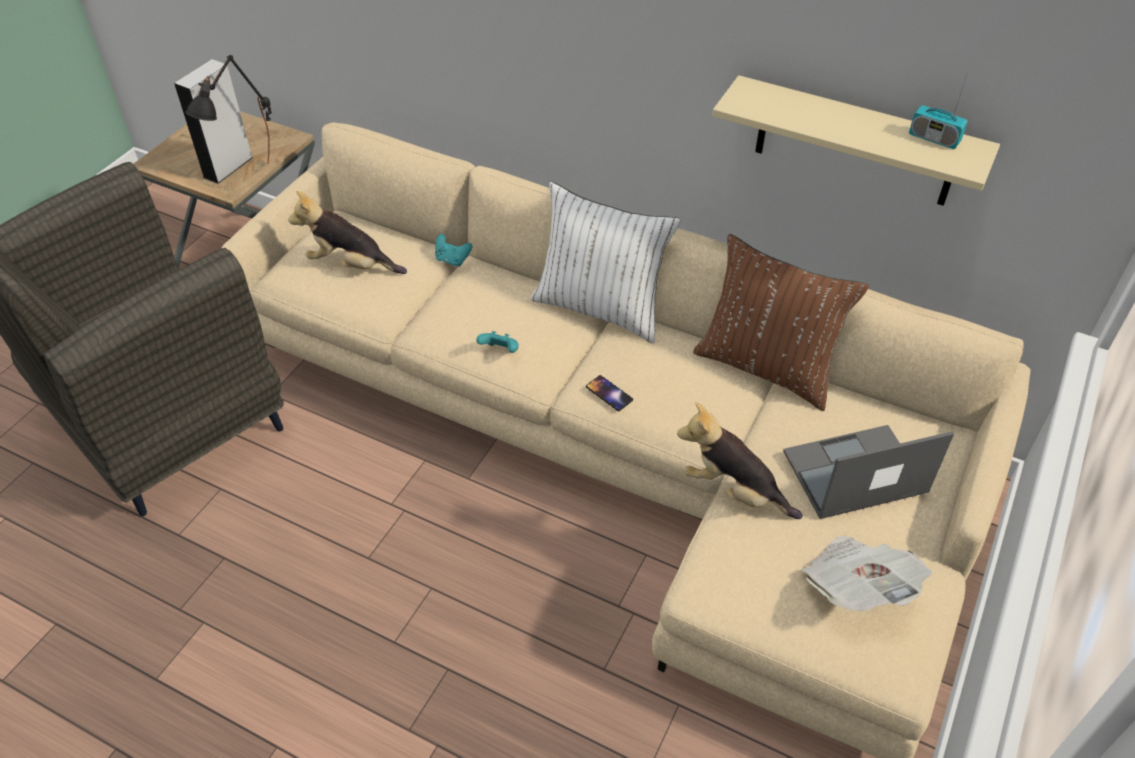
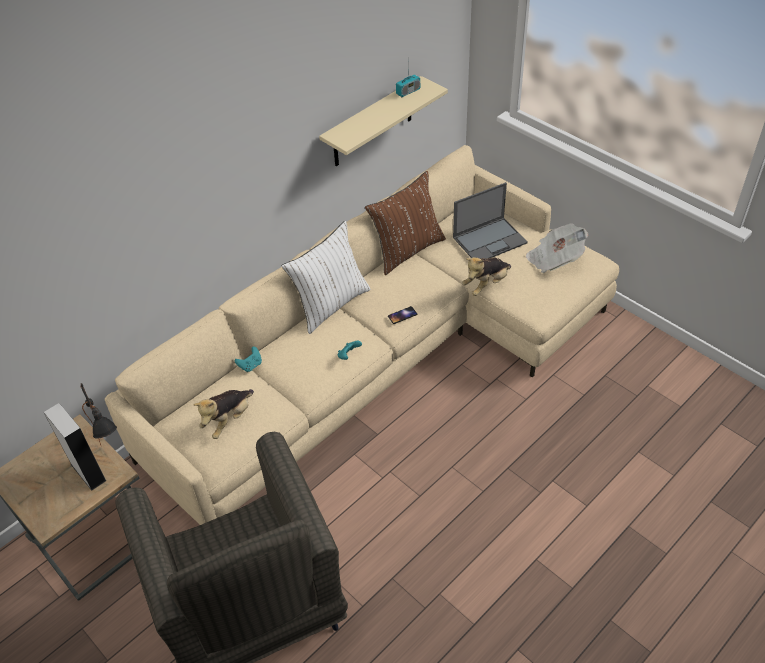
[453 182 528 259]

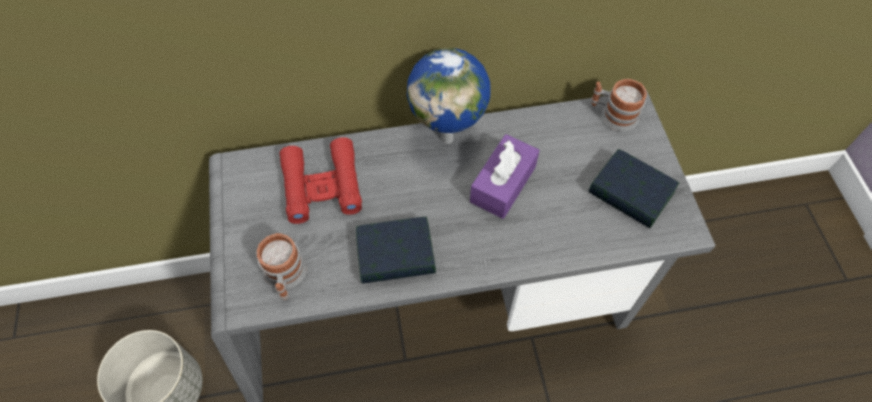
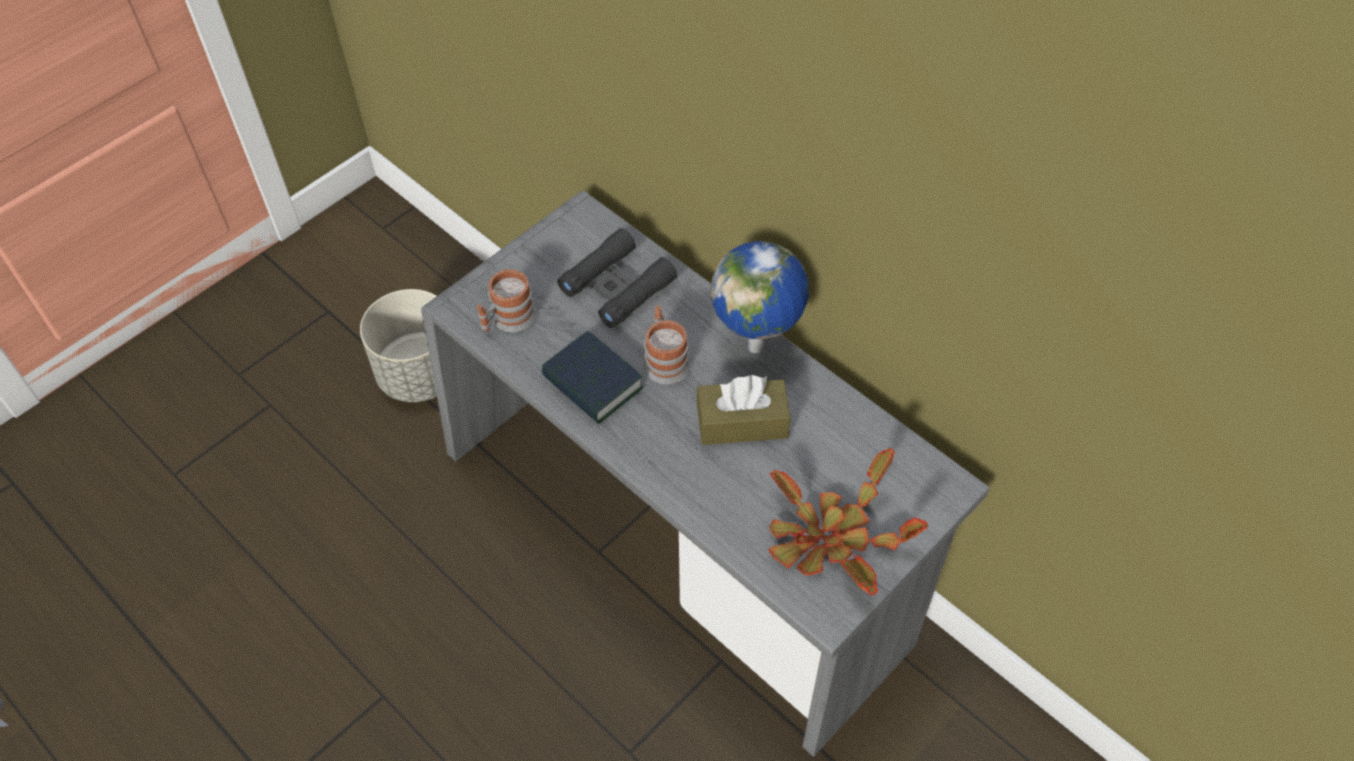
[557 228 677 328]
[697 375 791 445]
[768 448 928 595]
[644 306 690 384]

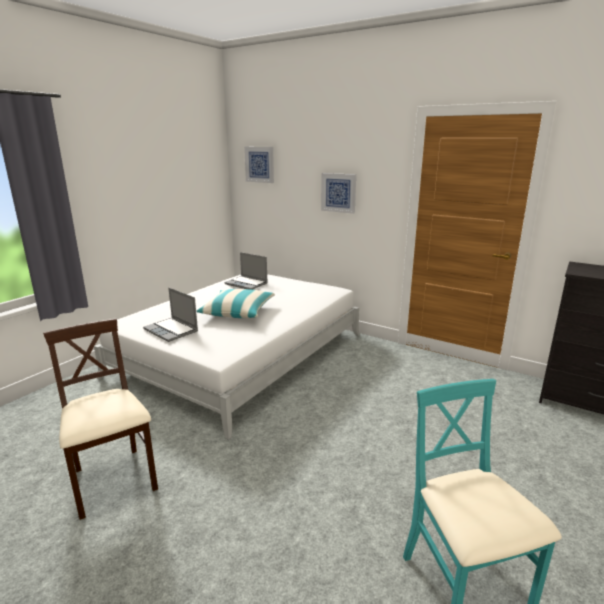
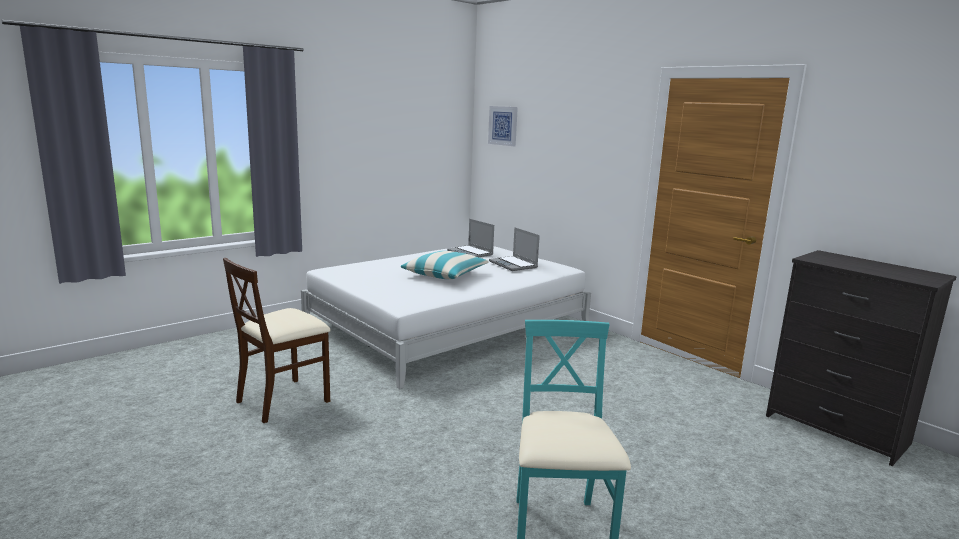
[223 258 331 423]
[489 227 540 271]
[321 173 356 214] (first image)

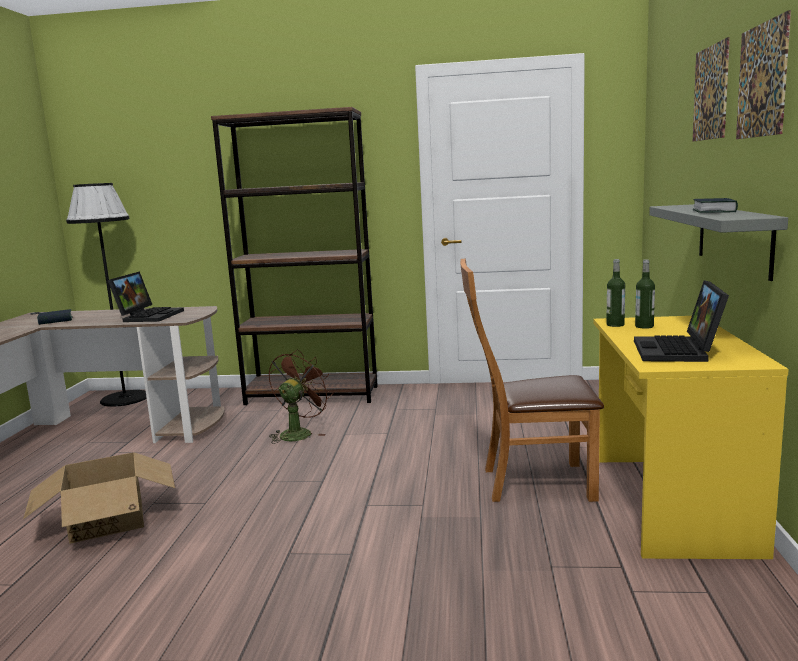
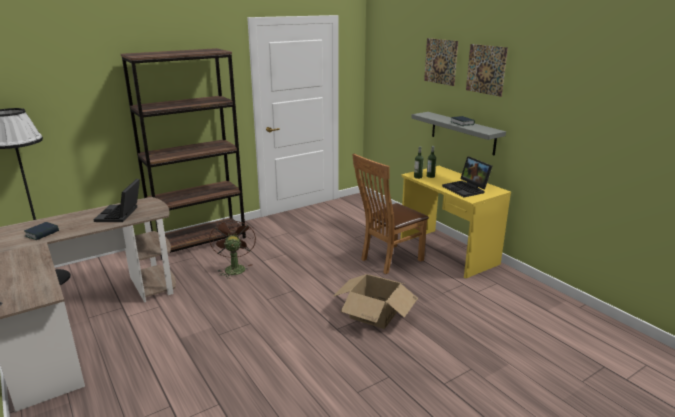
[332 274 418 329]
[94 179 140 222]

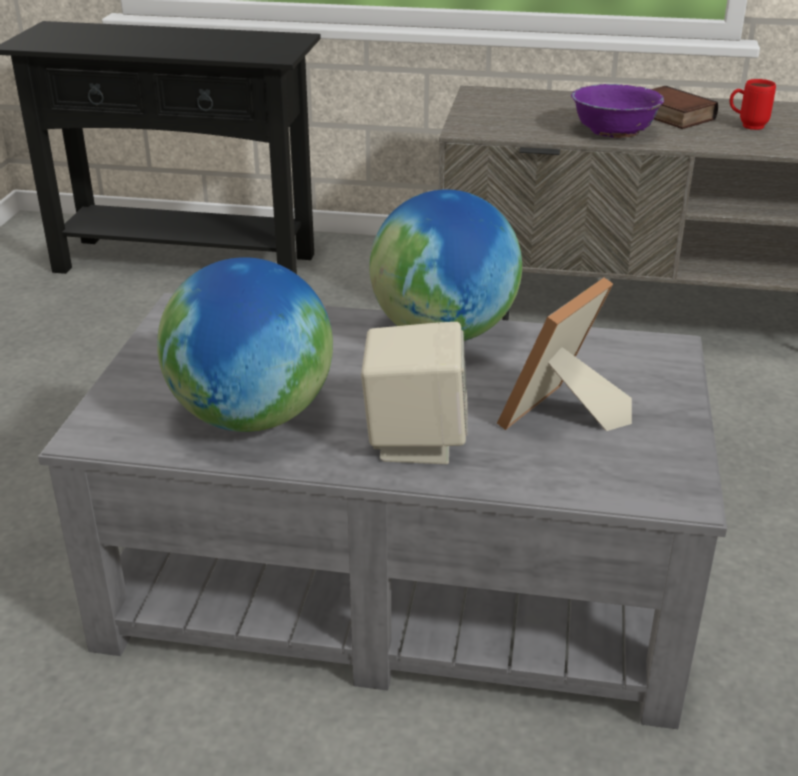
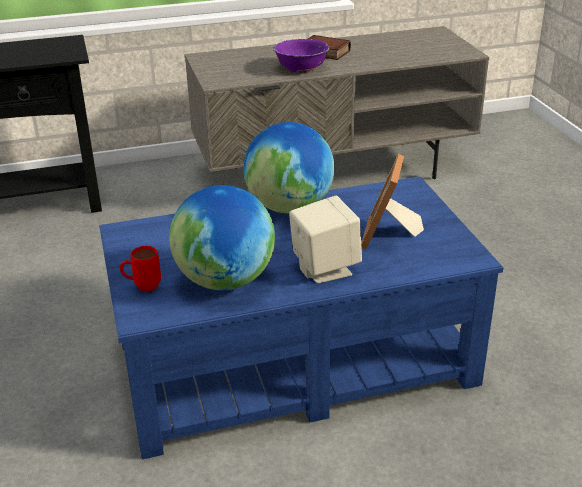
[99 176 504 459]
[120 246 161 292]

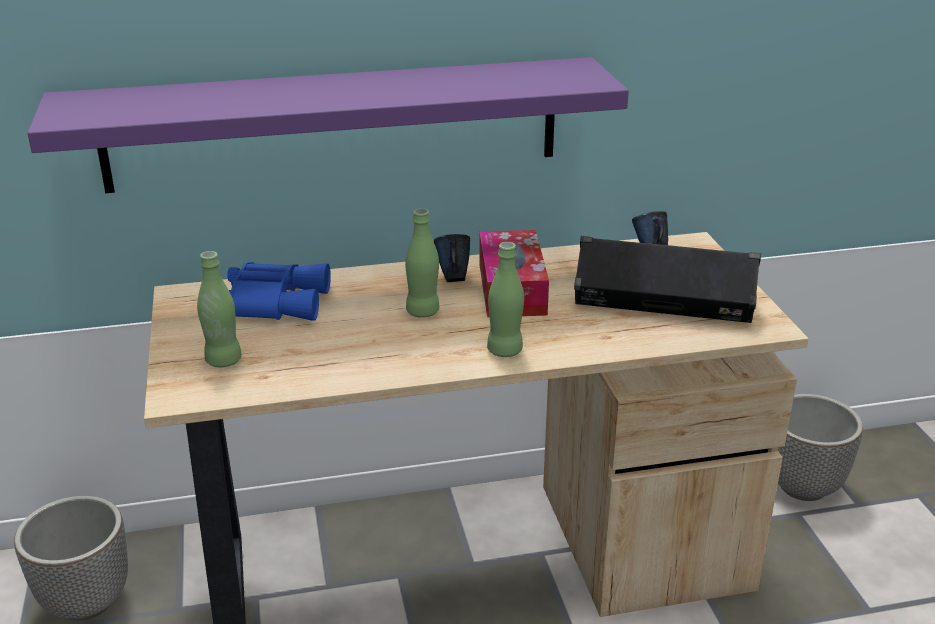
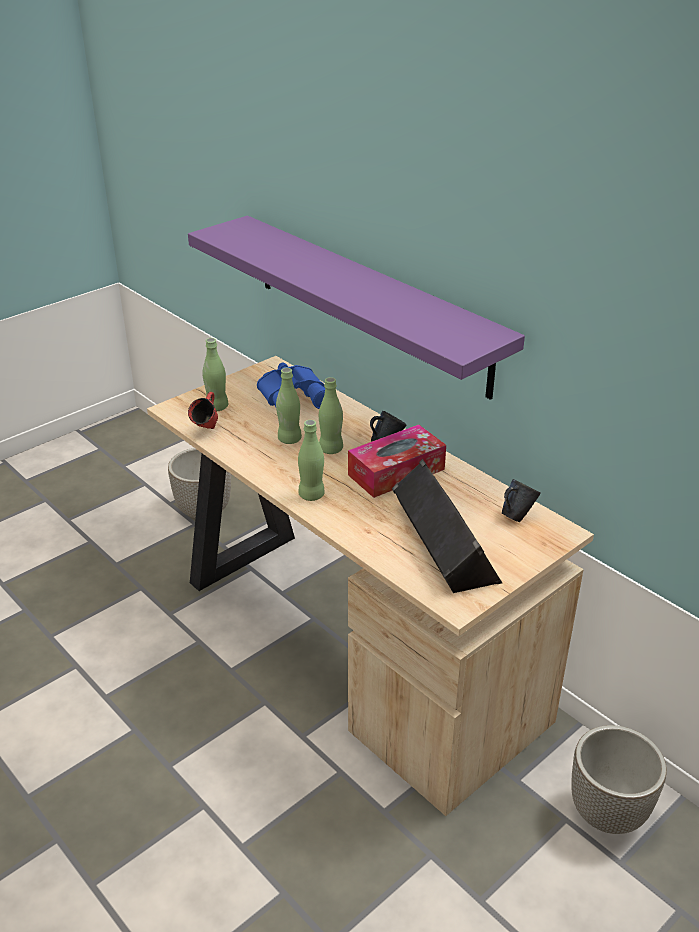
[188 392 218 429]
[276 368 302 444]

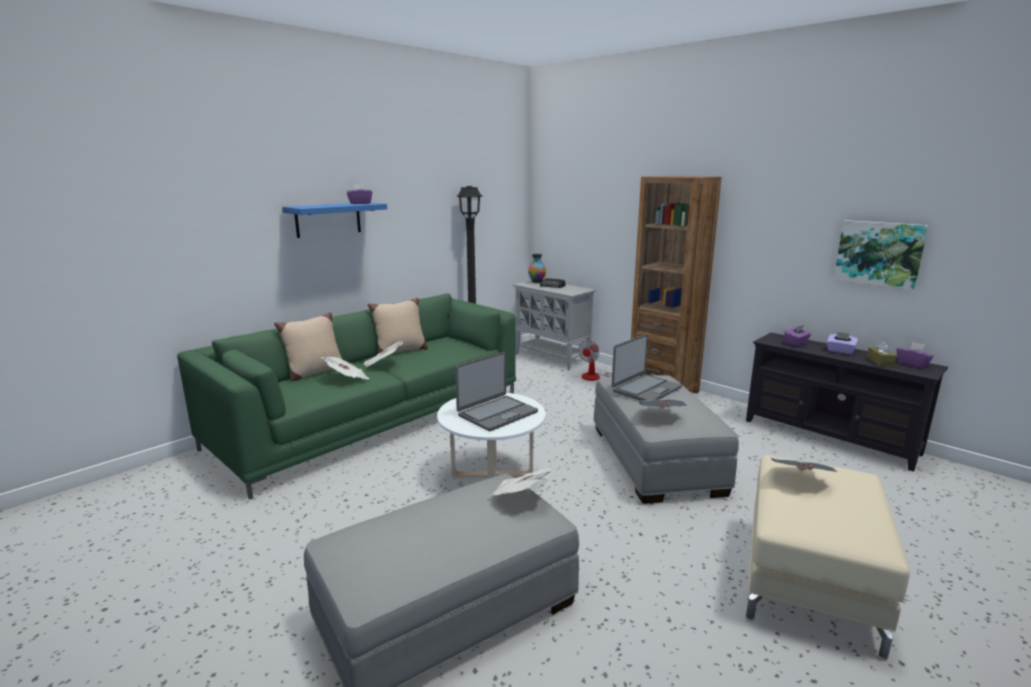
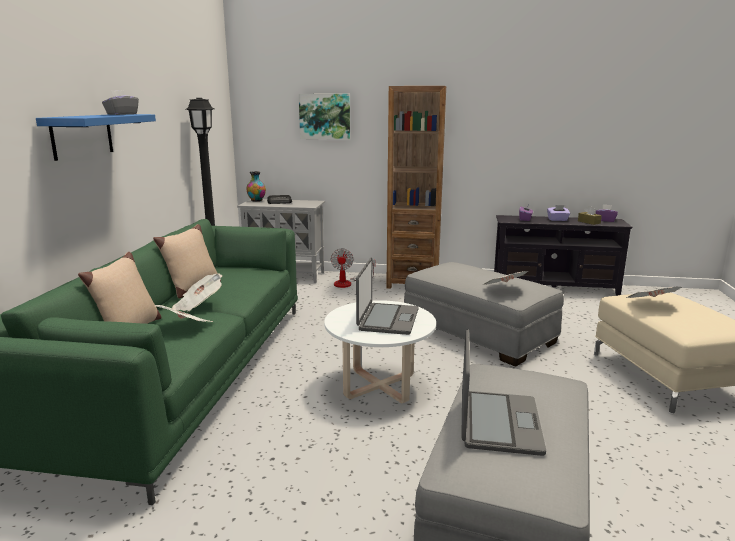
[102 90 139 115]
[490 467 553 496] (first image)
[461 329 546 456]
[299 94 350 140]

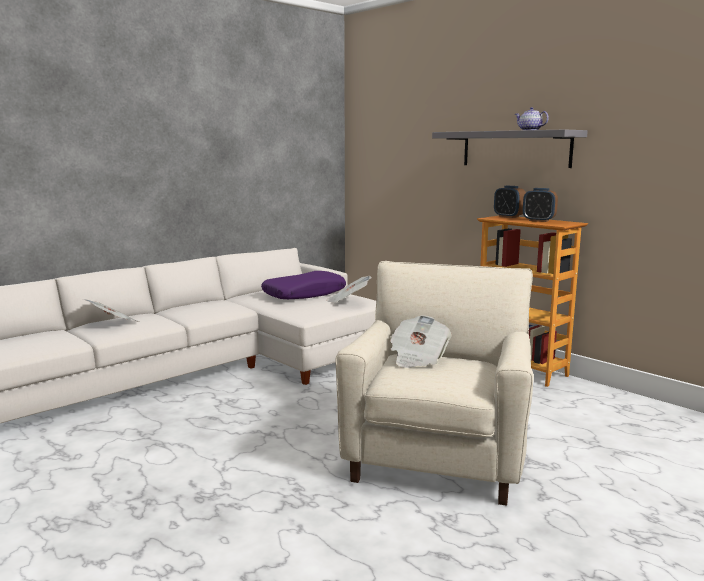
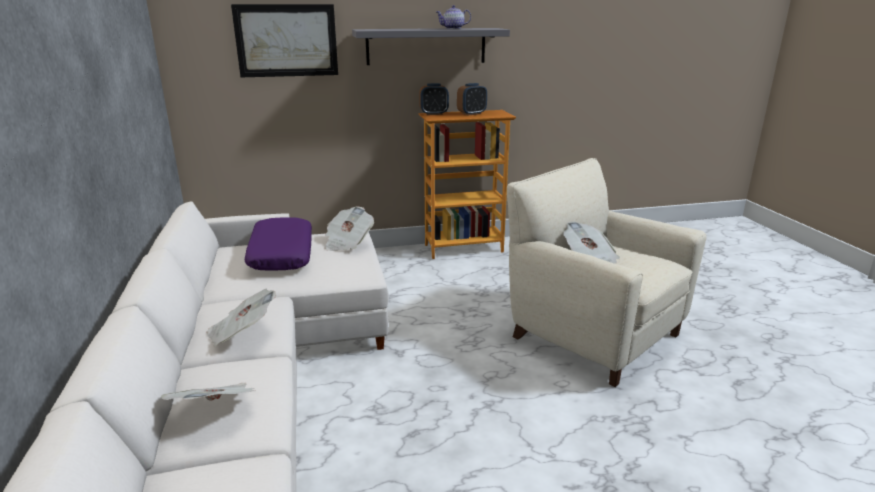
[206 289 276 347]
[231 4 338 77]

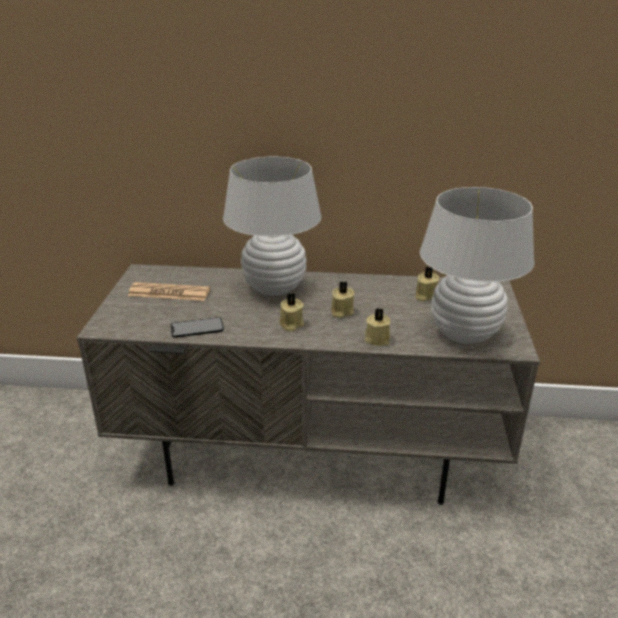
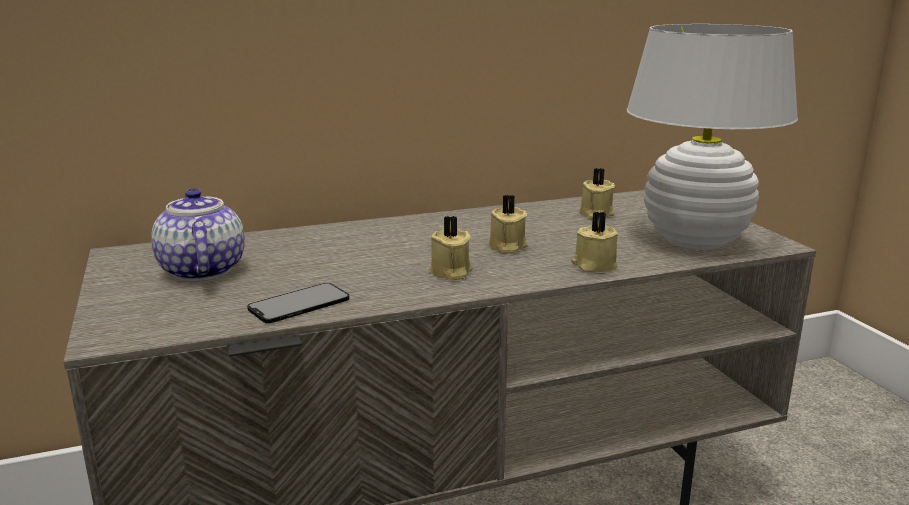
[151 188 245 281]
[223 157 321 296] (first image)

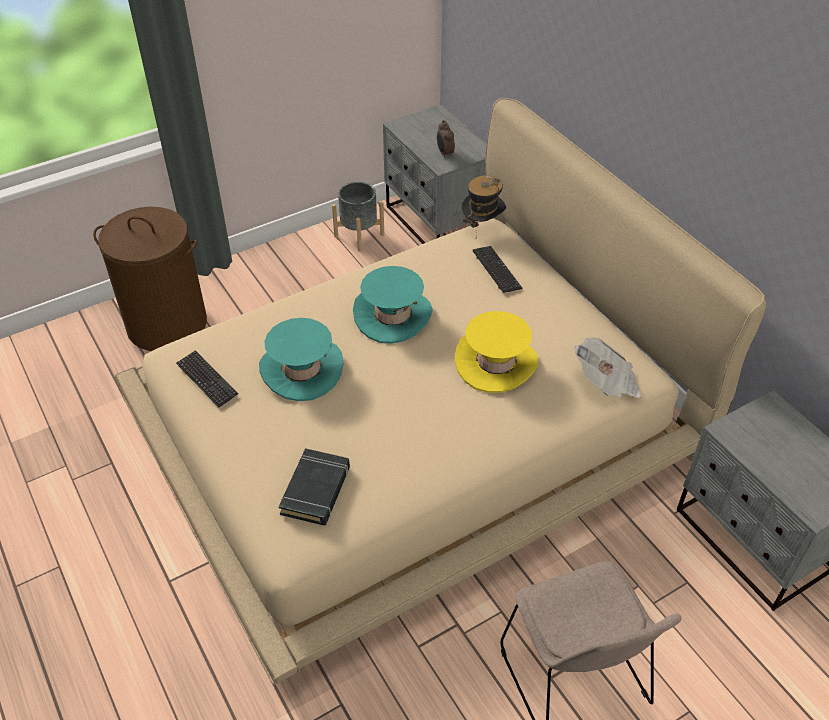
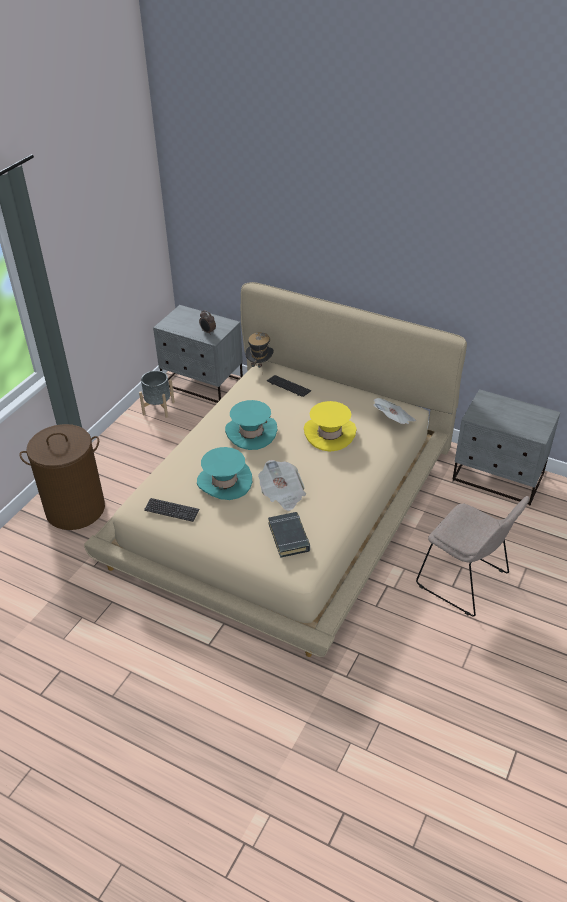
[258 460 306 511]

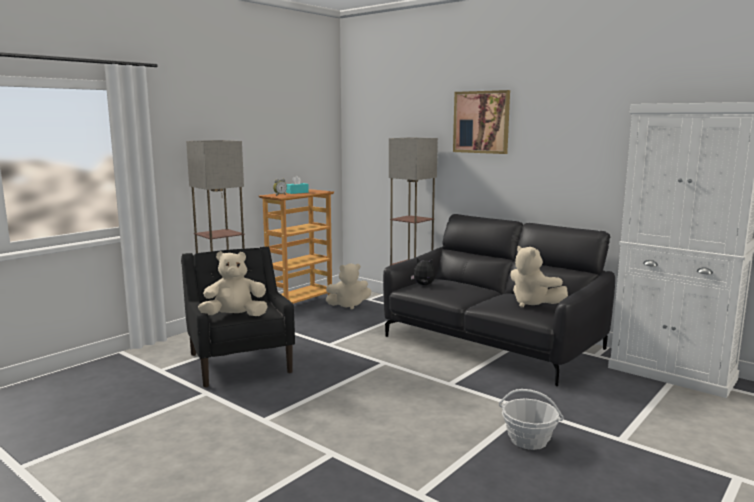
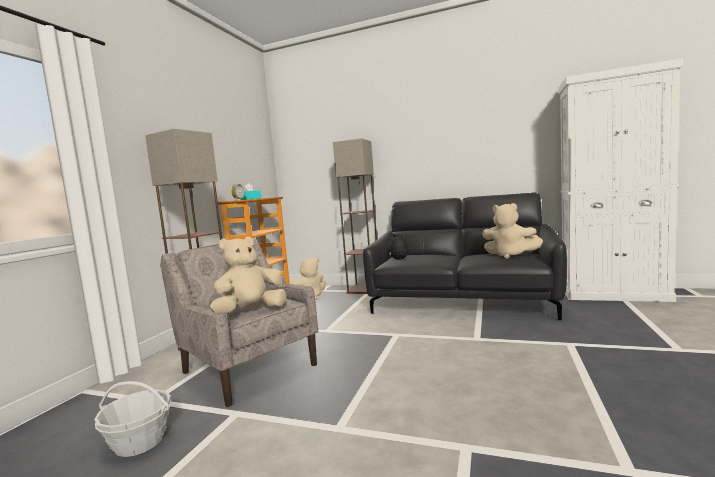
[160 239 318 407]
[453 90 510 154] (first image)
[94 381 172 457]

